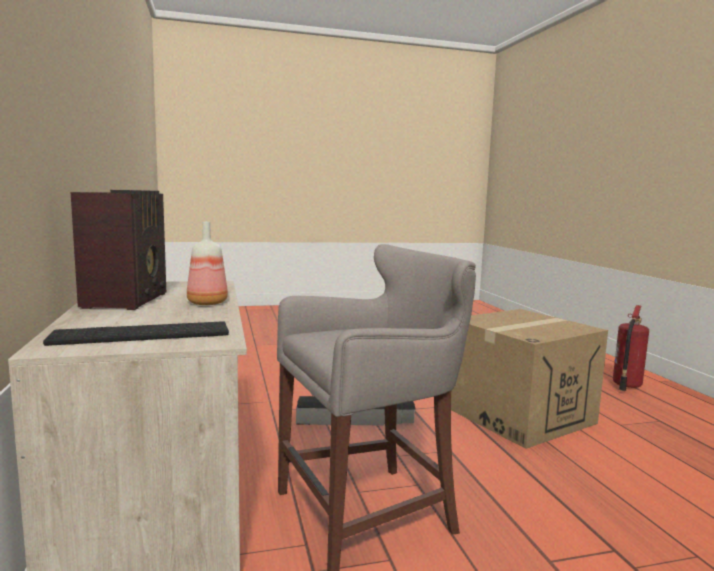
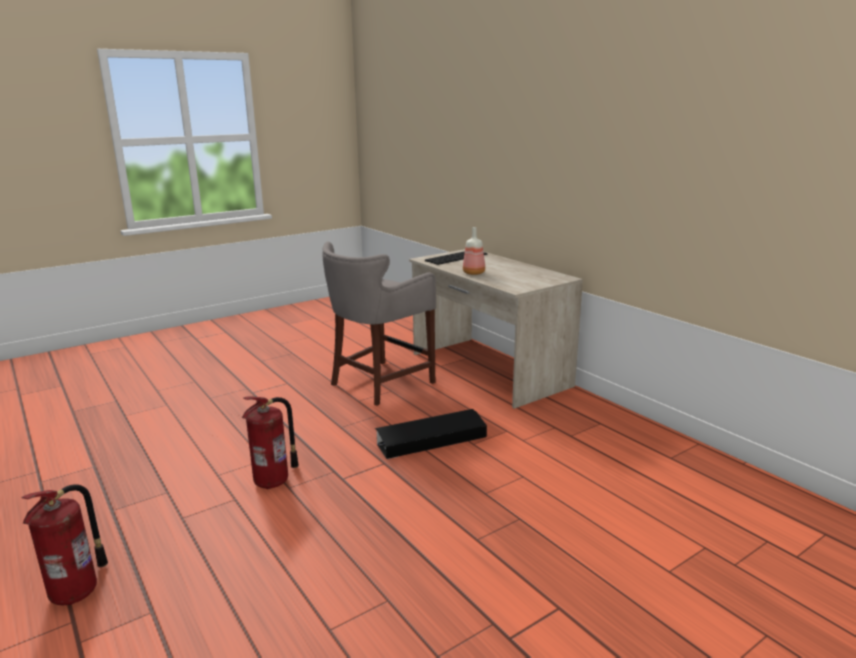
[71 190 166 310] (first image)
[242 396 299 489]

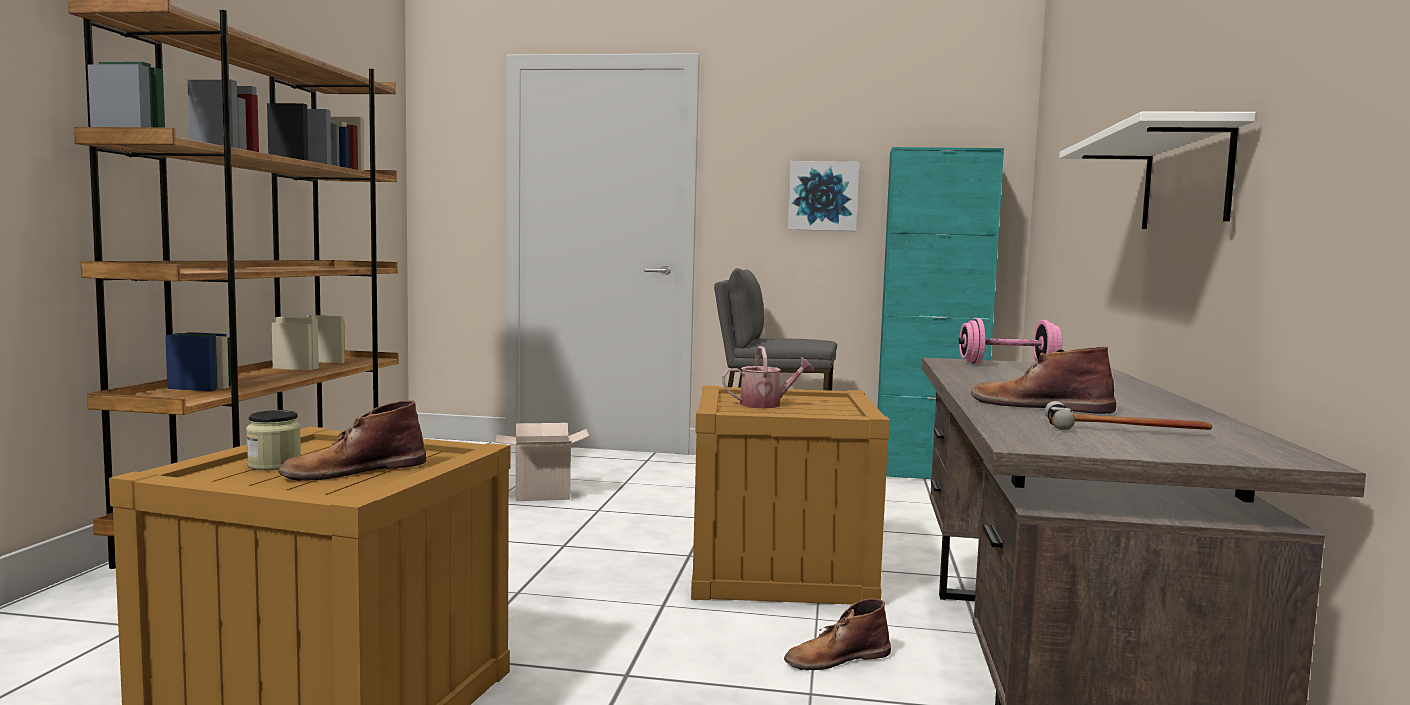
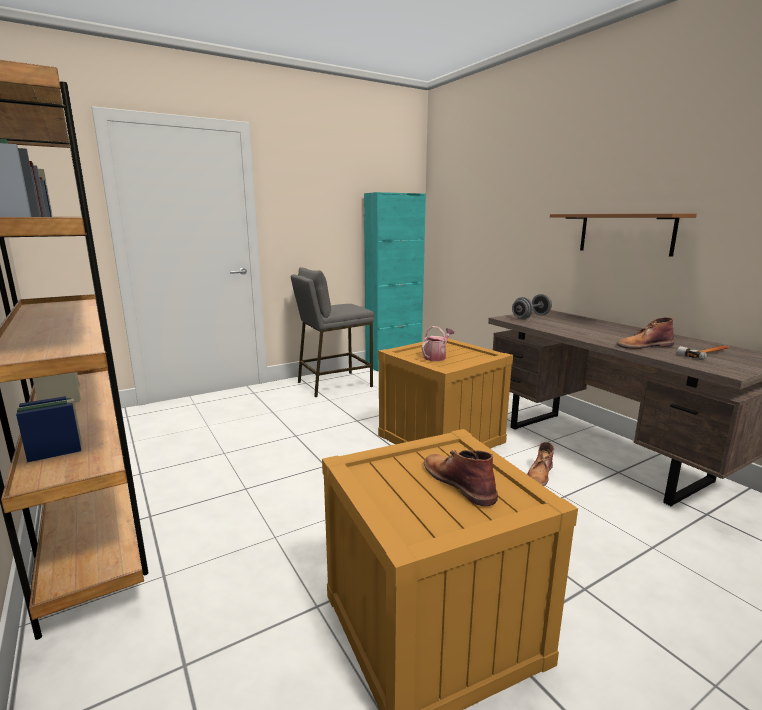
[246 410 301 470] (first image)
[424 450 498 506]
[496 423 589 501] (first image)
[788 161 859 231] (first image)
[512 294 552 319]
[550 213 697 257]

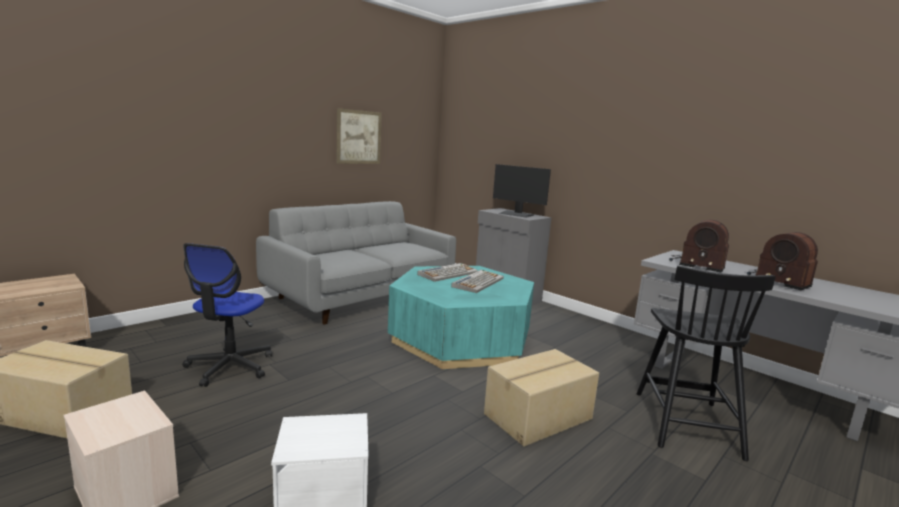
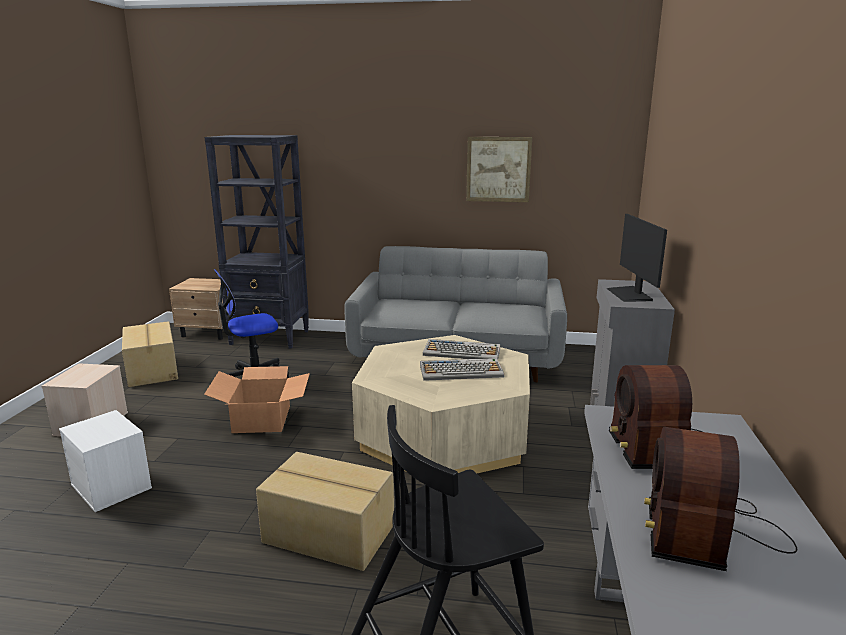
[352 335 530 474]
[204 366 310 433]
[205 135 309 349]

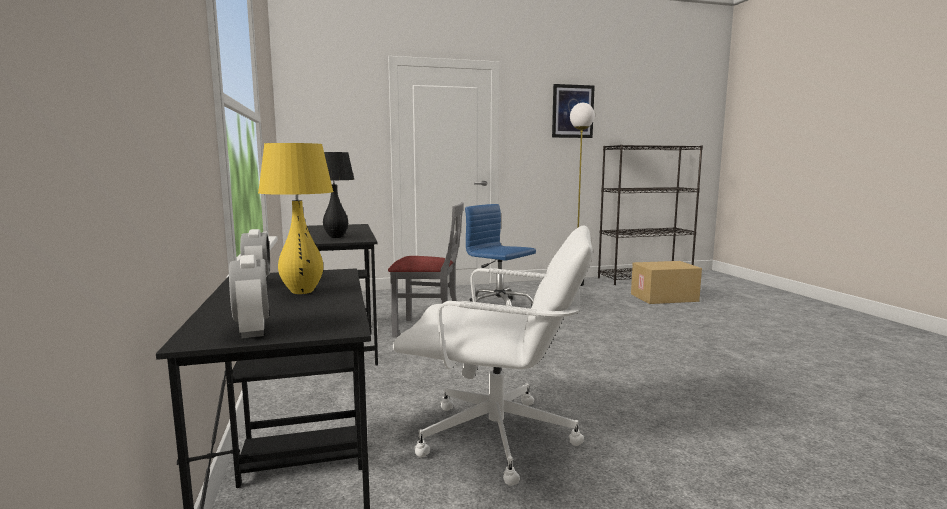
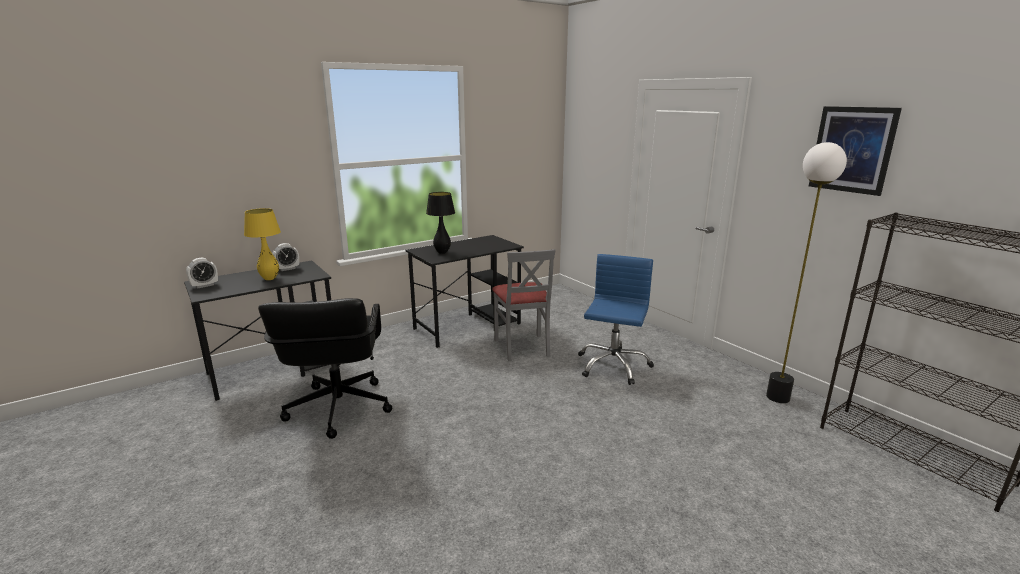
[258 298 392 439]
[631 261 702 304] (first image)

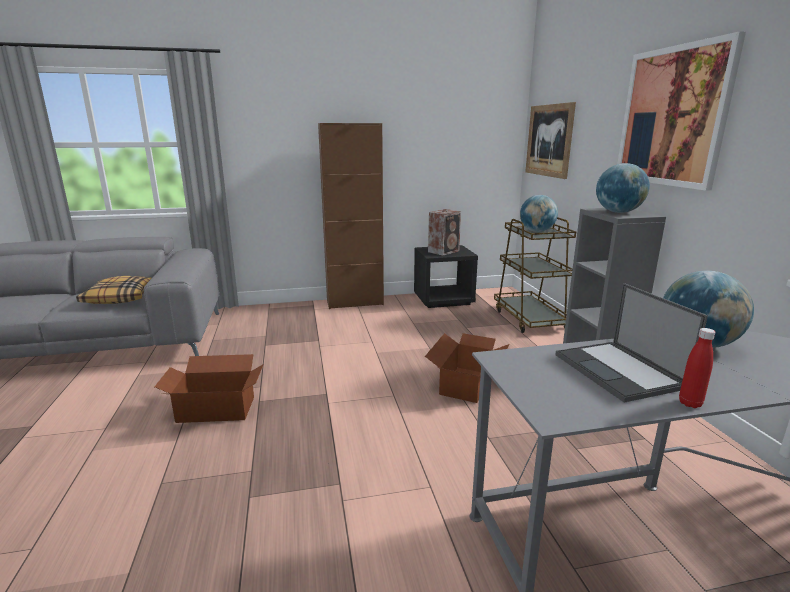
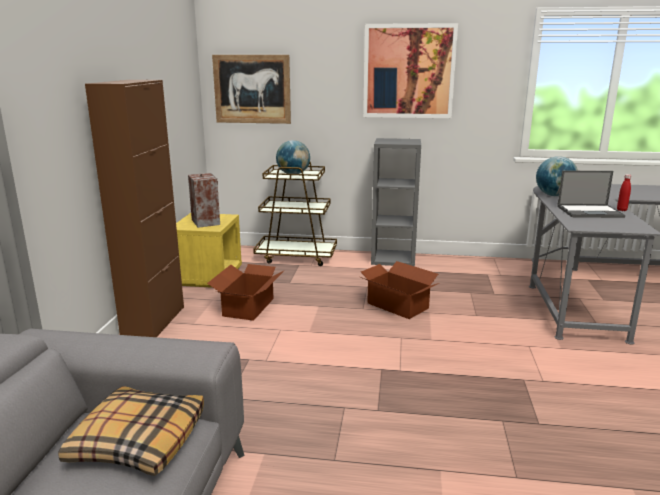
[207 264 285 321]
[176 213 242 288]
[596 163 650 213] (first image)

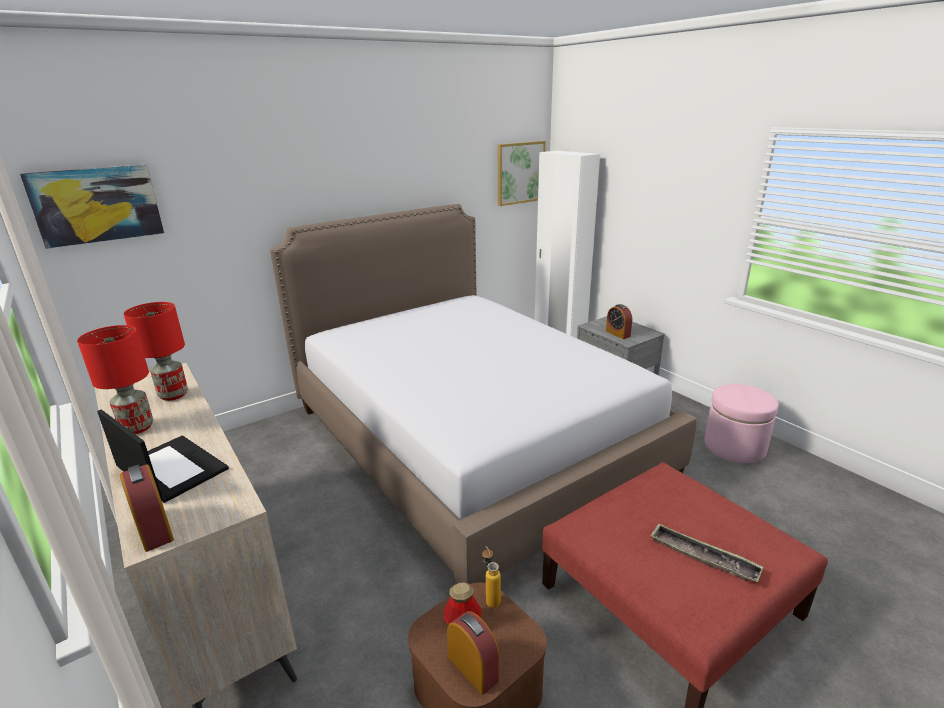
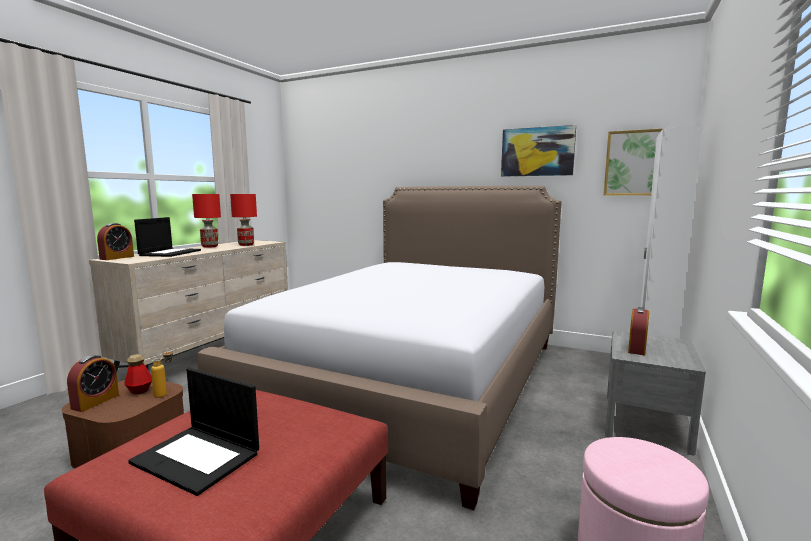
[501 125 576 177]
[128 368 259 496]

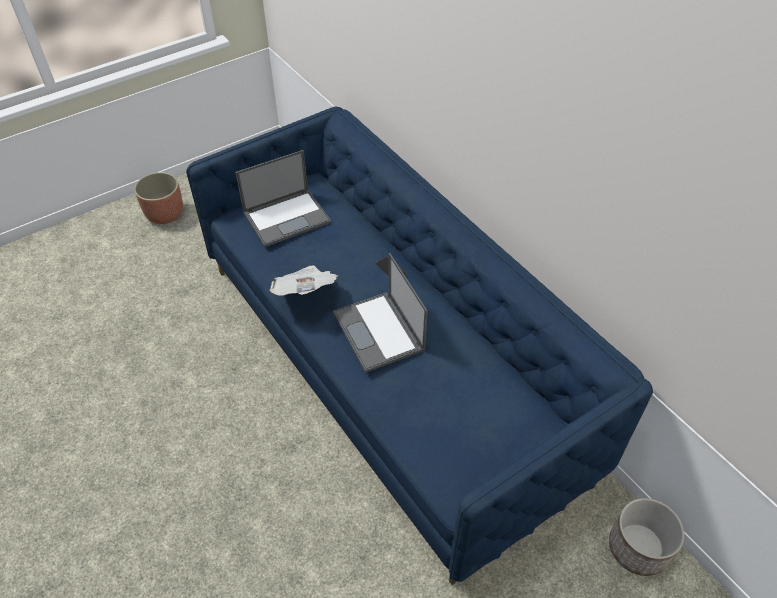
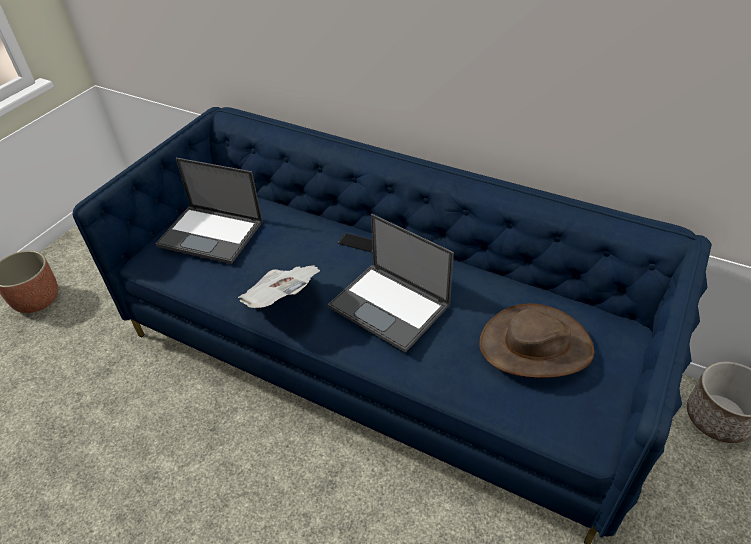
[156 158 263 264]
[479 303 594 378]

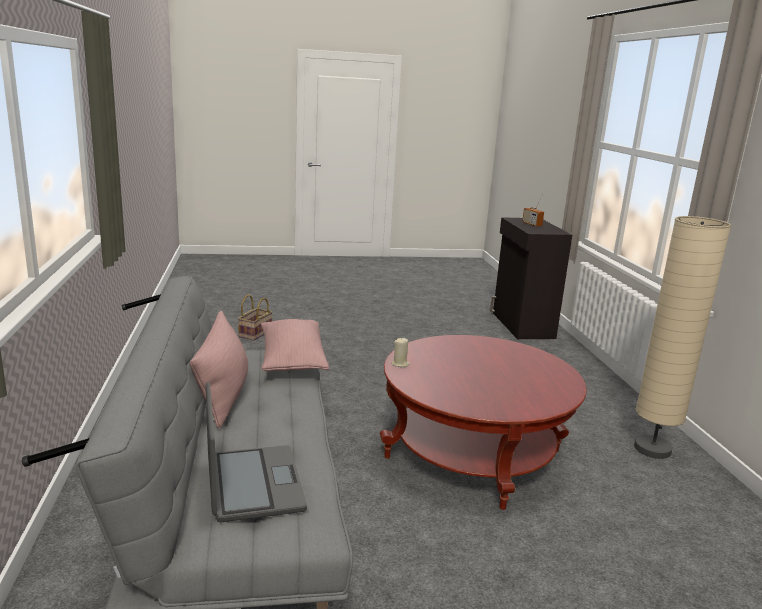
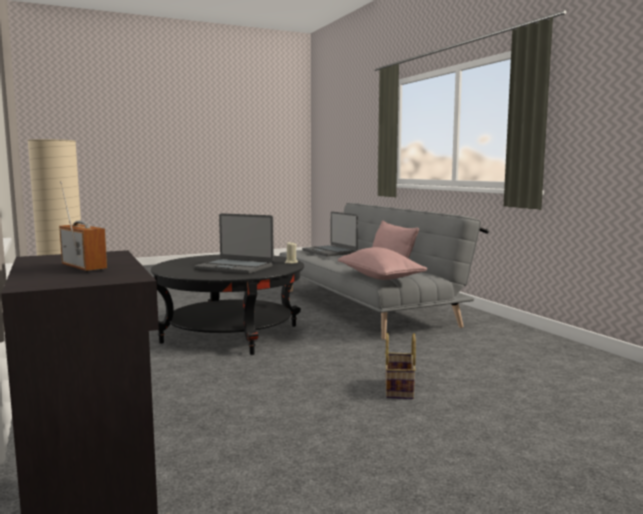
[385 333 416 399]
[151 255 304 355]
[194 213 274 274]

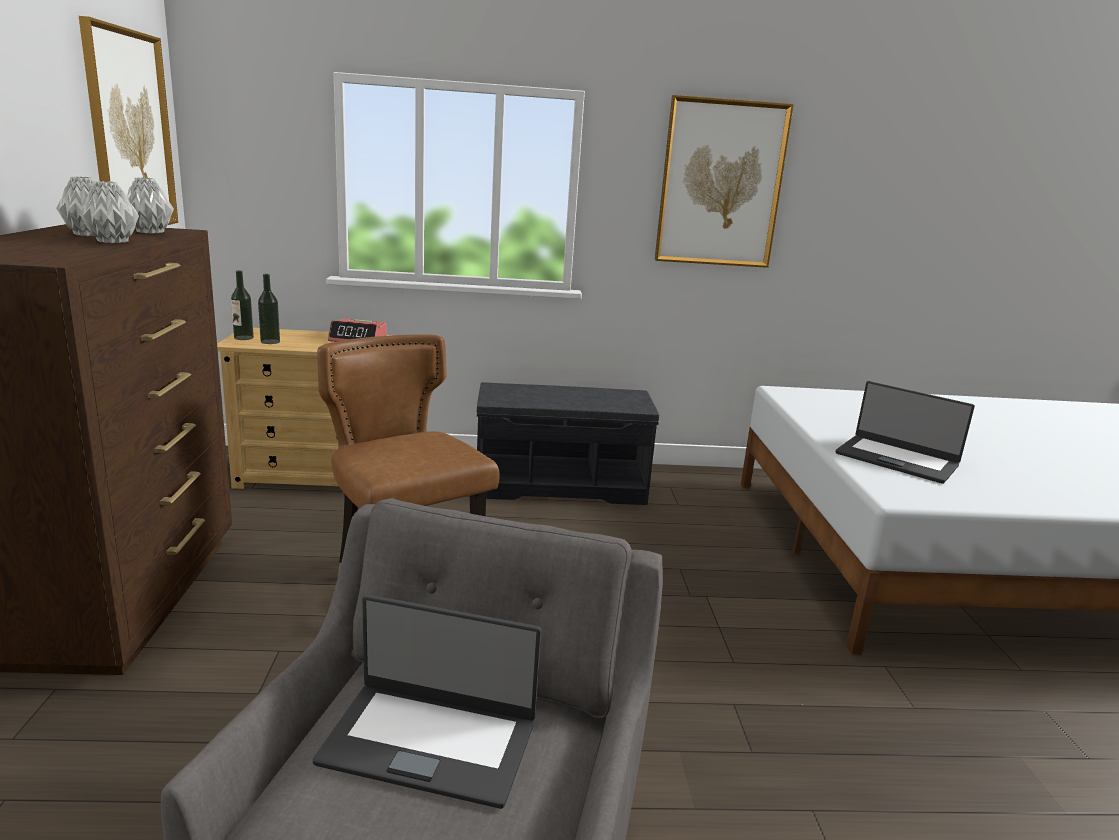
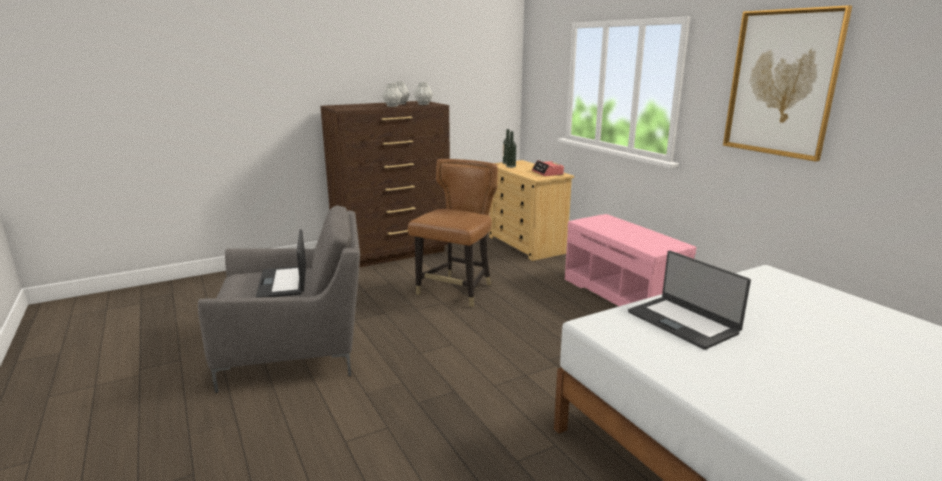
[79 16 178 225] (first image)
[565 214 696 306]
[628 251 751 350]

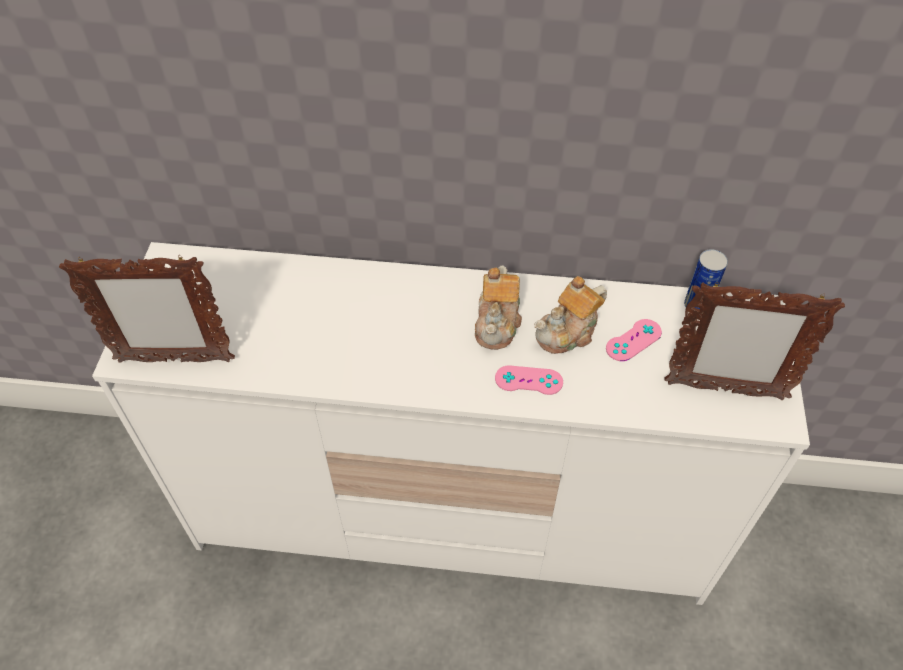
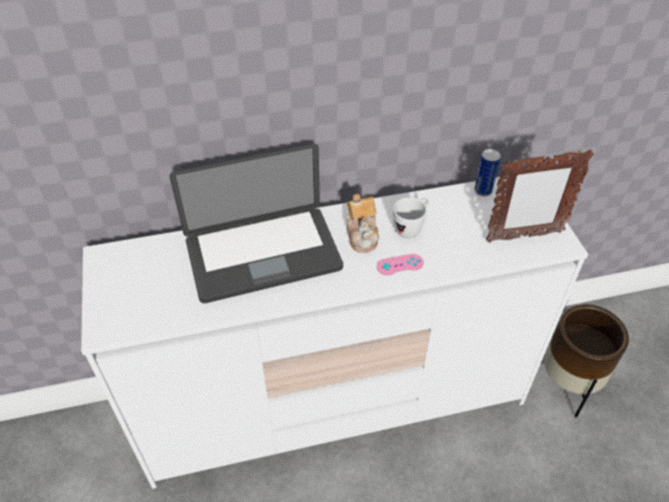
[59 255 235 363] (first image)
[393 197 429 238]
[606 319 662 361] (first image)
[169 144 343 303]
[544 304 629 417]

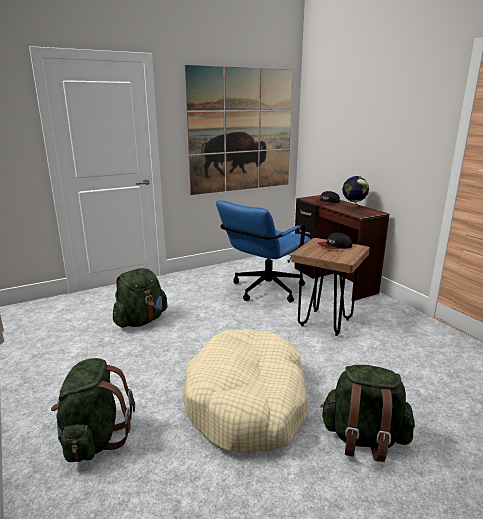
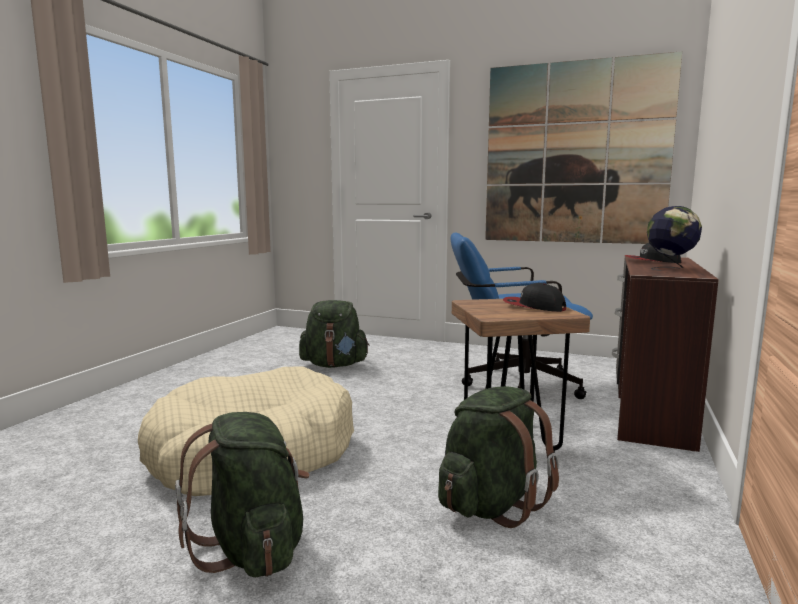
[438 386 559 528]

